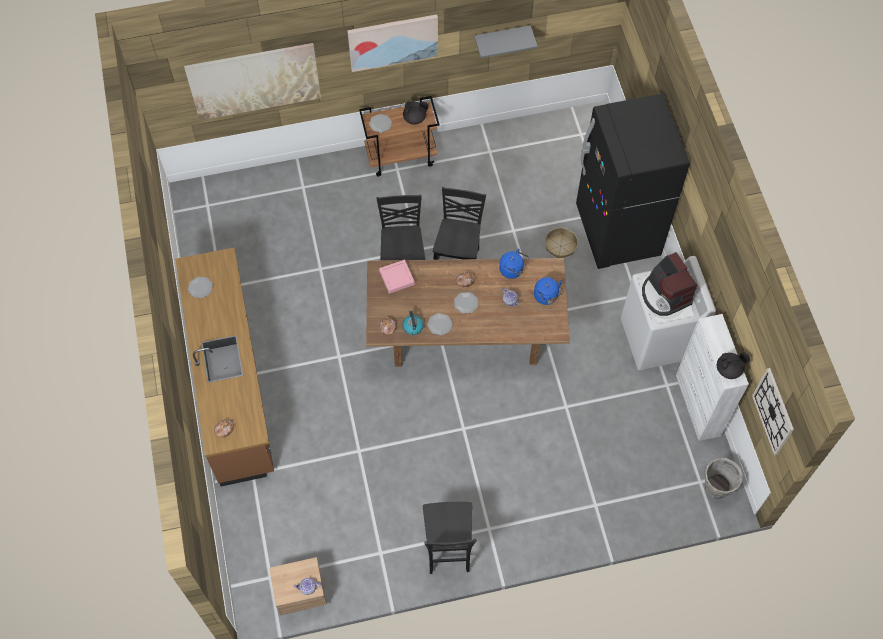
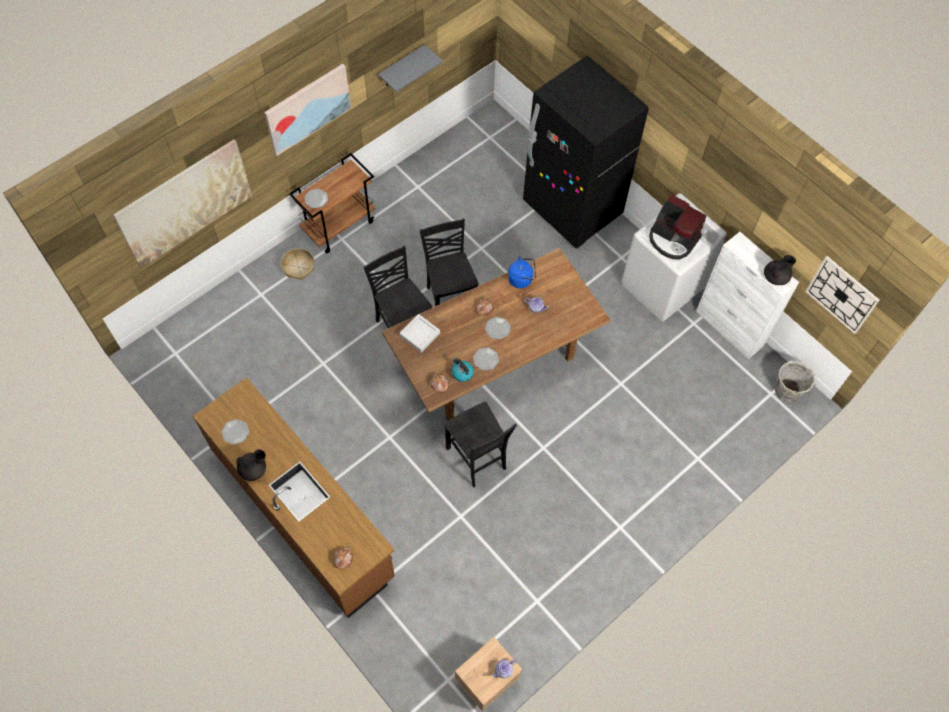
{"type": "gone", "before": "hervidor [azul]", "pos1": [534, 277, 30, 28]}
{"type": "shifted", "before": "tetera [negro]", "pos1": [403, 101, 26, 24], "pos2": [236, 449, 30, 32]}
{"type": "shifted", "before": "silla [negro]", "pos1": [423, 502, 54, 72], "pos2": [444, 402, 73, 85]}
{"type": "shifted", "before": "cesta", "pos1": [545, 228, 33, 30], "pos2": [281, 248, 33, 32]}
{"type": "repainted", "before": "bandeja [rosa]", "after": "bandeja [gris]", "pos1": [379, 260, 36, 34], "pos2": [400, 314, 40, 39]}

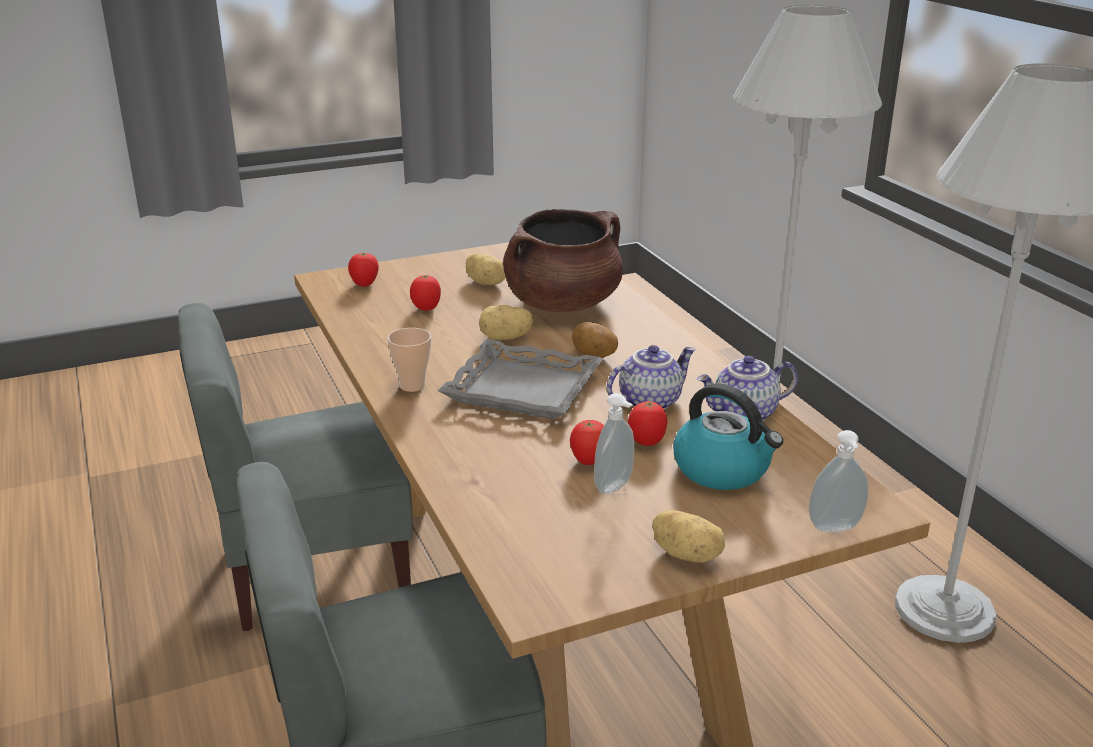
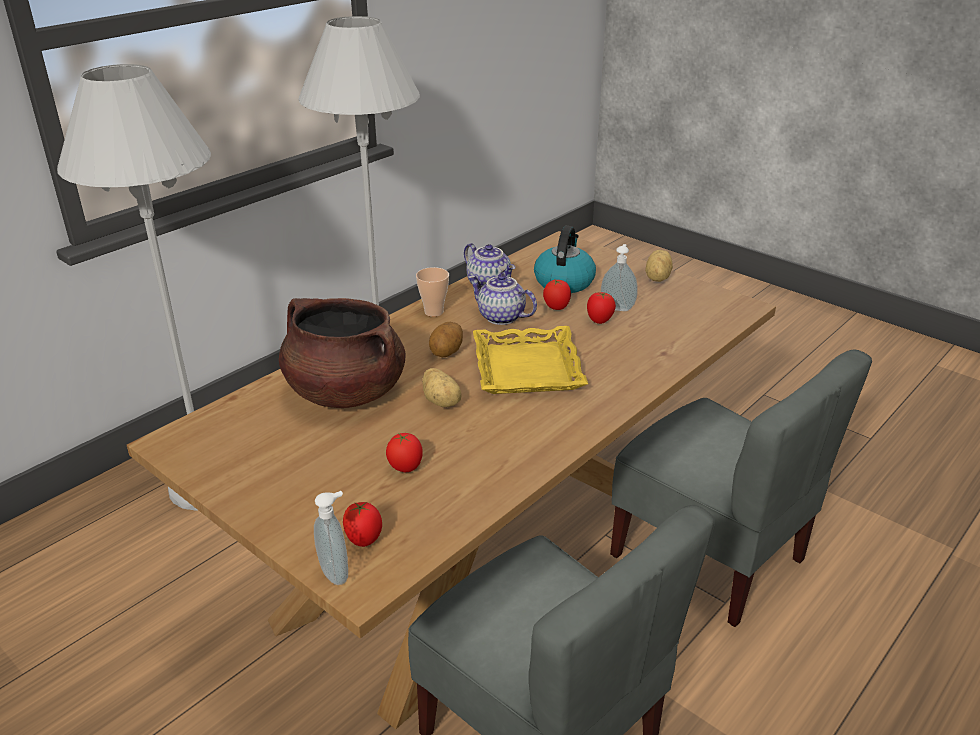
{"type": "gone", "before": "patata", "pos1": [466, 253, 40, 32]}
{"type": "shifted", "before": "taza", "pos1": [388, 328, 43, 64], "pos2": [416, 267, 33, 50]}
{"type": "shifted", "before": "dispensador de jabón", "pos1": [809, 430, 59, 102], "pos2": [314, 491, 34, 94]}
{"type": "repainted", "before": "bandeja [gris]", "after": "bandeja [amarillo]", "pos1": [438, 339, 165, 80], "pos2": [473, 326, 115, 68]}

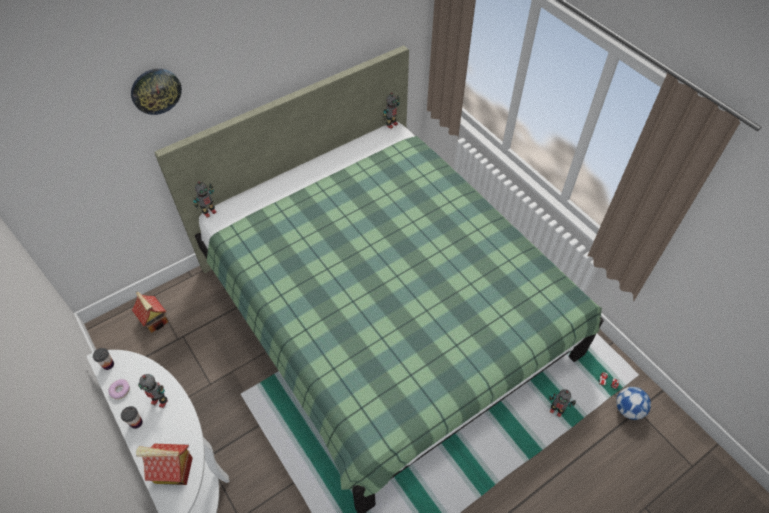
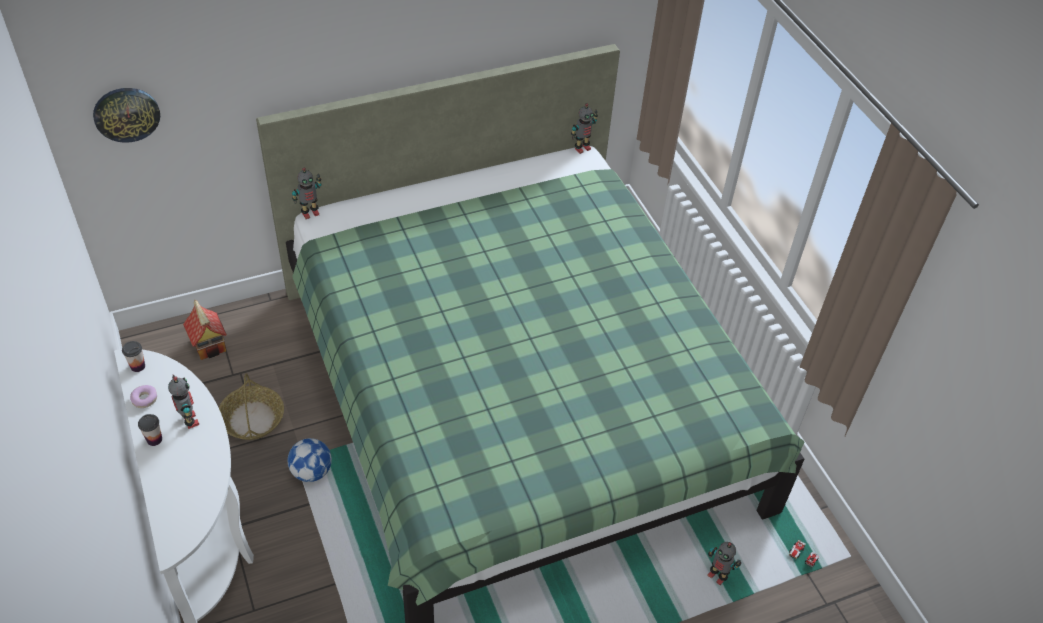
{"type": "gone", "before": "casita", "pos1": [136, 444, 57, 41]}
{"type": "new", "after": "cesta", "pos2": [219, 373, 65, 67]}
{"type": "shifted", "before": "reloj de pared", "pos1": [131, 69, 51, 46], "pos2": [93, 88, 67, 55]}
{"type": "shifted", "before": "balón de fútbol", "pos1": [616, 387, 35, 33], "pos2": [288, 438, 44, 44]}
{"type": "rotated", "before": "robot de juguete", "pos1": [138, 374, 30, 34], "pos2": [168, 375, 31, 54], "turn": -150}

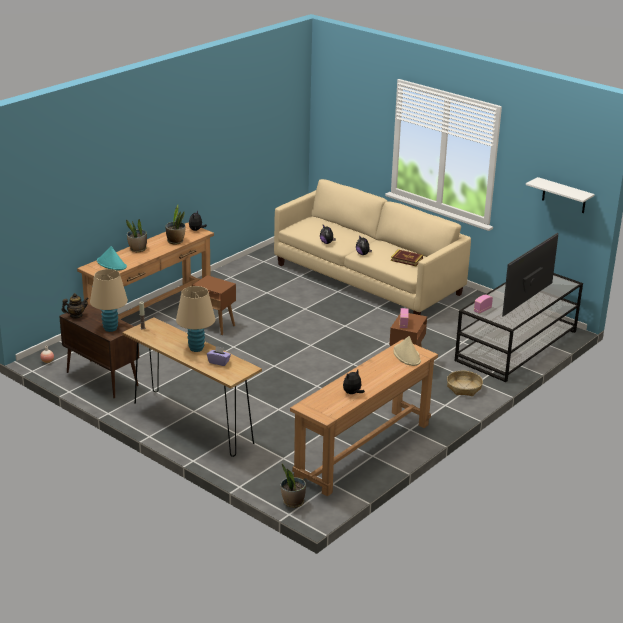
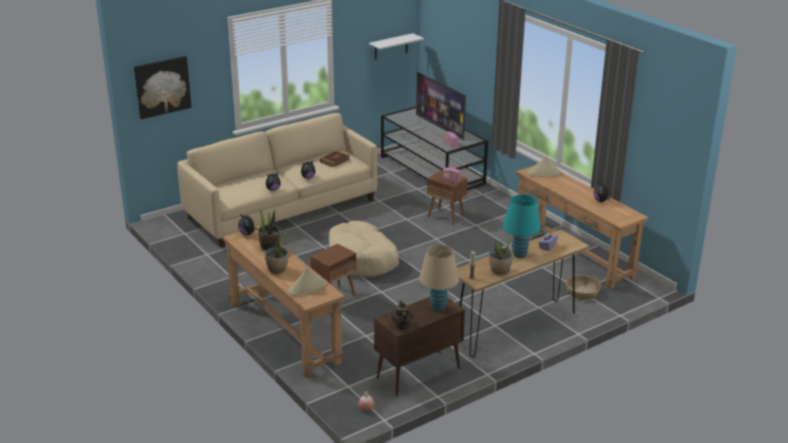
{"type": "new", "after": "cuadro", "pos2": [134, 56, 58, 63]}
{"type": "new", "after": "cama para perro [beis]", "pos2": [329, 221, 70, 56]}
{"type": "shifted", "before": "planta en maceta", "pos1": [281, 464, 25, 44], "pos2": [489, 239, 23, 36]}
{"type": "shifted", "before": "cesta", "pos1": [447, 371, 36, 25], "pos2": [566, 275, 35, 25]}
{"type": "repainted", "before": "sombrero [turquesa]", "after": "sombrero [beis]", "pos1": [97, 246, 30, 25], "pos2": [288, 268, 38, 28]}
{"type": "repainted", "before": "lámpara de mesa [beis]", "after": "lámpara de mesa [turquesa]", "pos1": [176, 286, 39, 66], "pos2": [503, 195, 38, 63]}

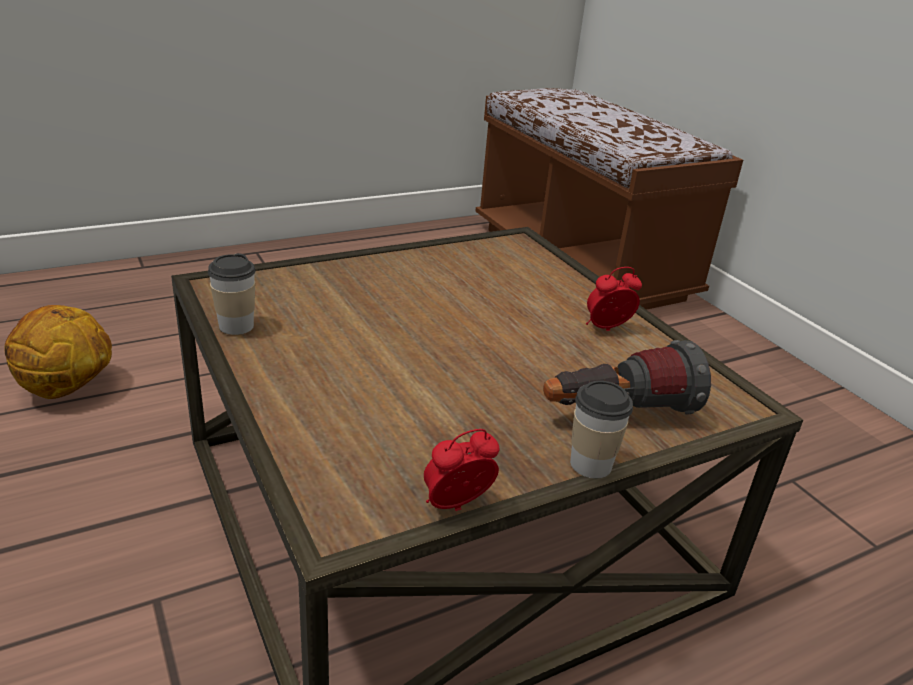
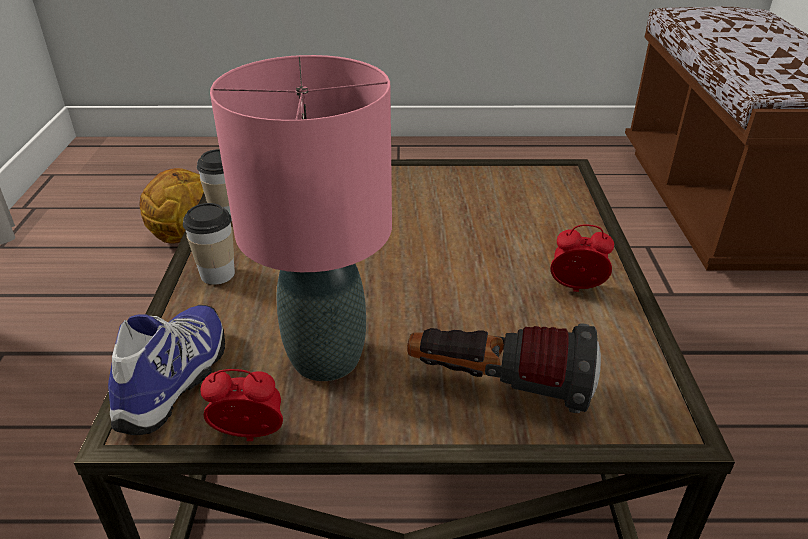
{"type": "new", "after": "zapato", "pos2": [108, 305, 117, 130]}
{"type": "new", "after": "lámpara de mesa [rosa]", "pos2": [210, 55, 182, 326]}
{"type": "shifted", "before": "taza", "pos1": [570, 381, 63, 97], "pos2": [183, 203, 52, 82]}

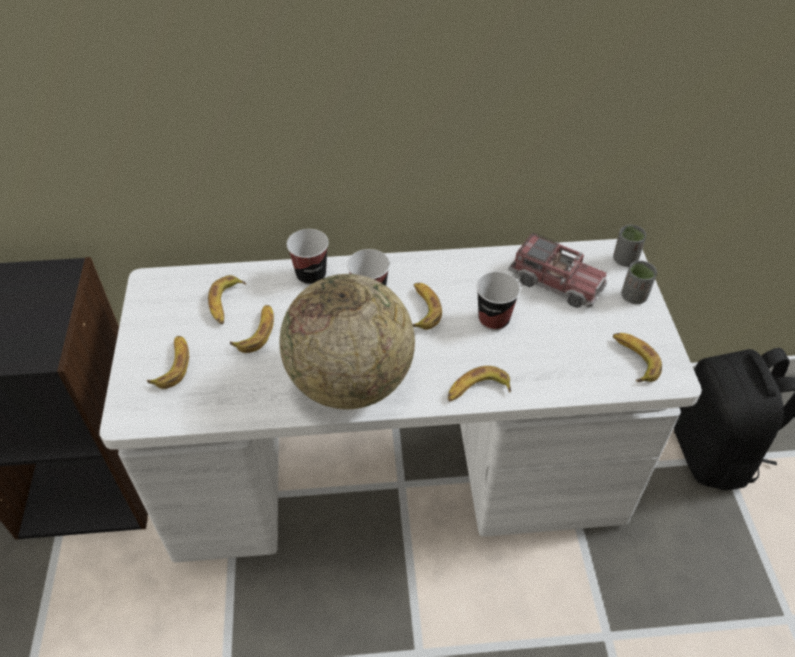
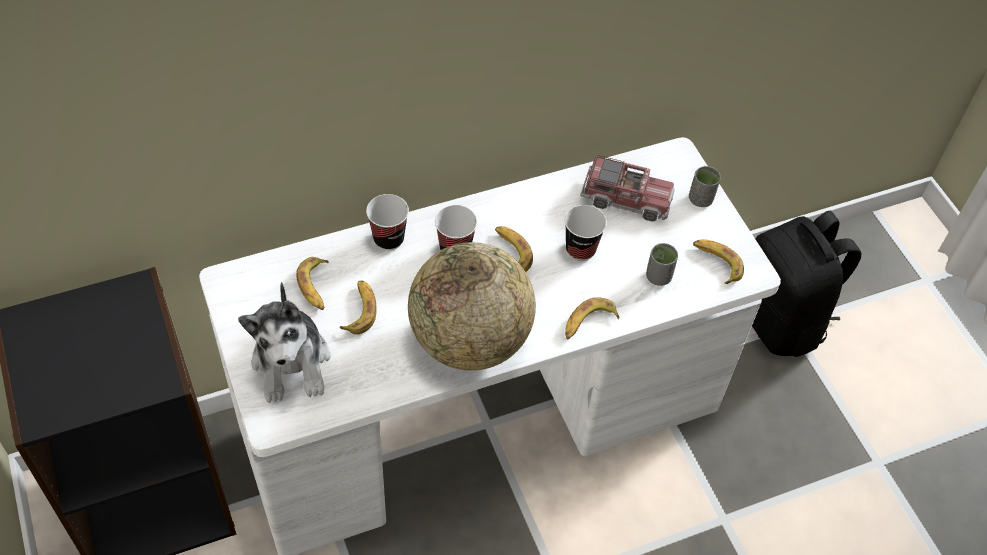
{"type": "shifted", "before": "taza [gris]", "pos1": [613, 225, 33, 42], "pos2": [646, 243, 32, 43]}
{"type": "swapped", "before": "plátano", "after": "peluche", "pos1": [147, 336, 42, 53], "pos2": [238, 282, 93, 121]}

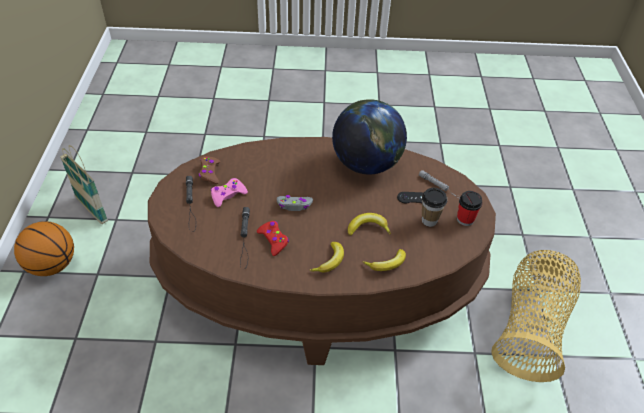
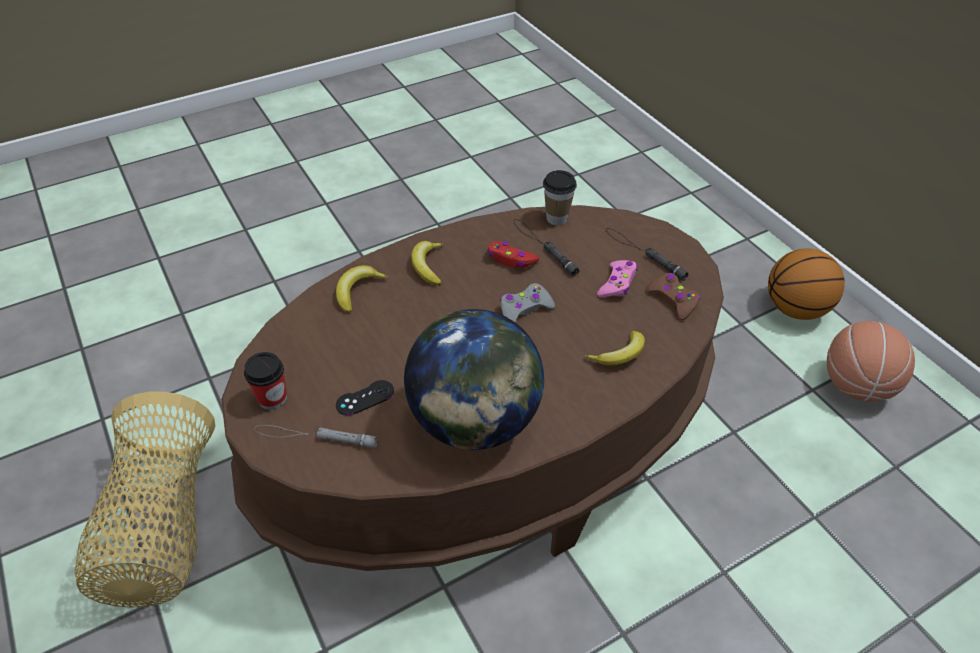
{"type": "shifted", "before": "plátano", "pos1": [348, 213, 43, 23], "pos2": [585, 331, 60, 35]}
{"type": "shifted", "before": "taza", "pos1": [422, 188, 25, 39], "pos2": [543, 170, 34, 55]}
{"type": "swapped", "before": "cesta", "after": "balón de baloncesto", "pos1": [60, 145, 48, 79], "pos2": [827, 321, 88, 81]}

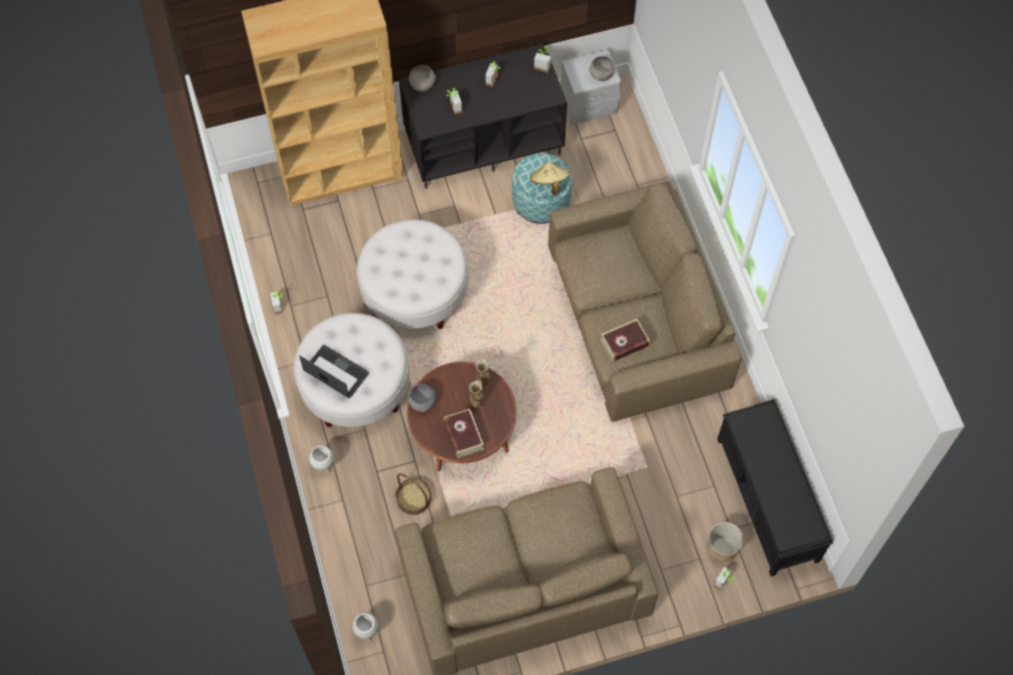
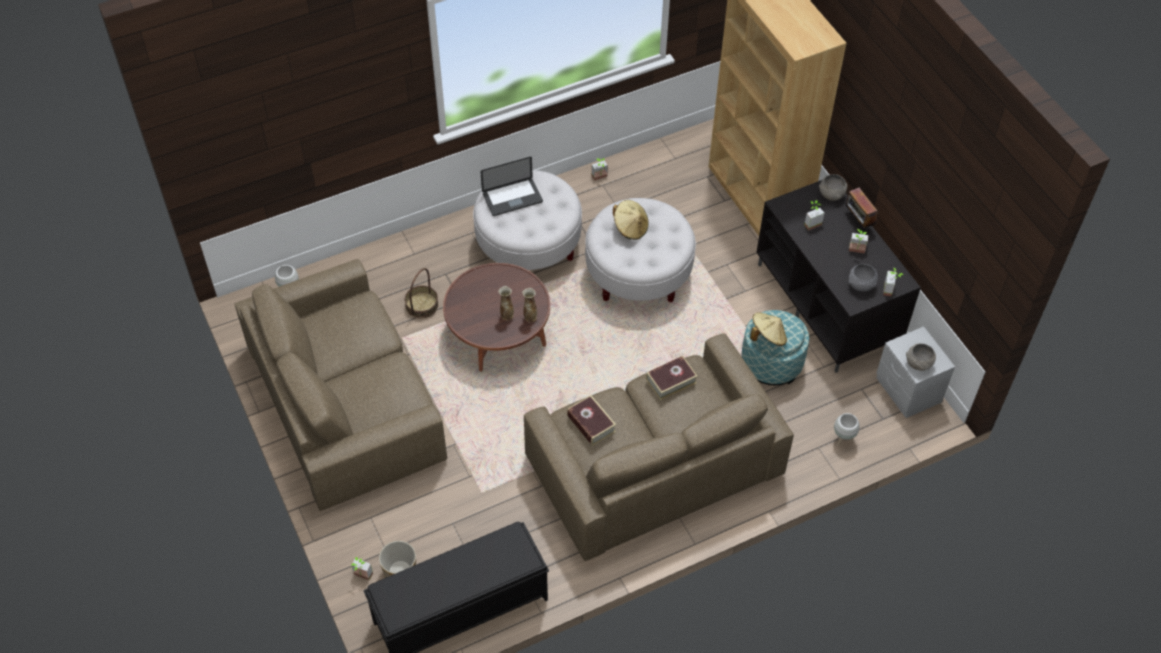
{"type": "new", "after": "sombrero [beis]", "pos2": [613, 200, 36, 40]}
{"type": "new", "after": "radio", "pos2": [846, 188, 32, 43]}
{"type": "shifted", "before": "maceta [blanco]", "pos1": [309, 445, 25, 29], "pos2": [834, 413, 26, 33]}
{"type": "shifted", "before": "cuenco [gris]", "pos1": [408, 383, 28, 29], "pos2": [848, 264, 30, 28]}
{"type": "shifted", "before": "libro", "pos1": [443, 409, 41, 49], "pos2": [646, 356, 52, 44]}
{"type": "rotated", "before": "portátil", "pos1": [299, 345, 70, 53], "pos2": [481, 157, 62, 59], "turn": 45}

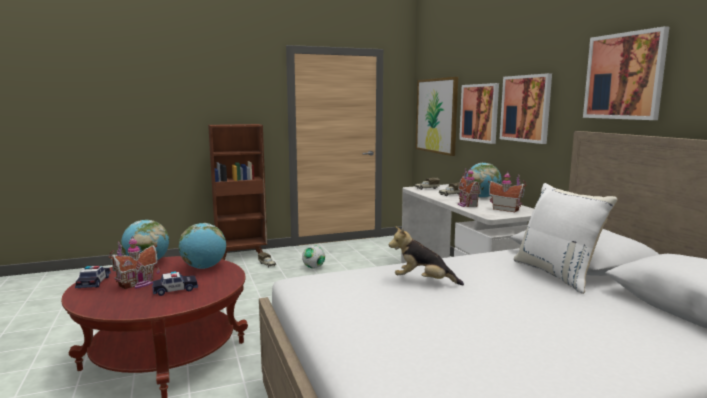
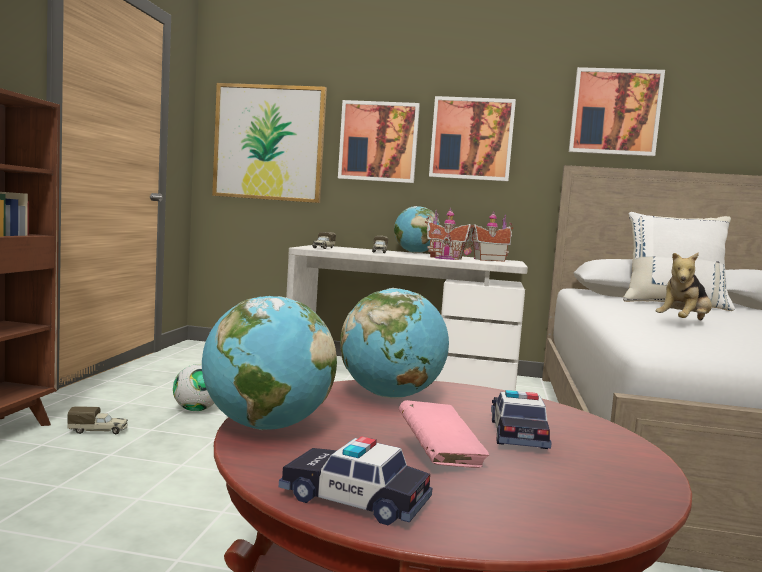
{"type": "swapped", "before": "casita", "after": "libro [rosa]", "pos1": [109, 236, 52, 53], "pos2": [399, 400, 90, 68]}

